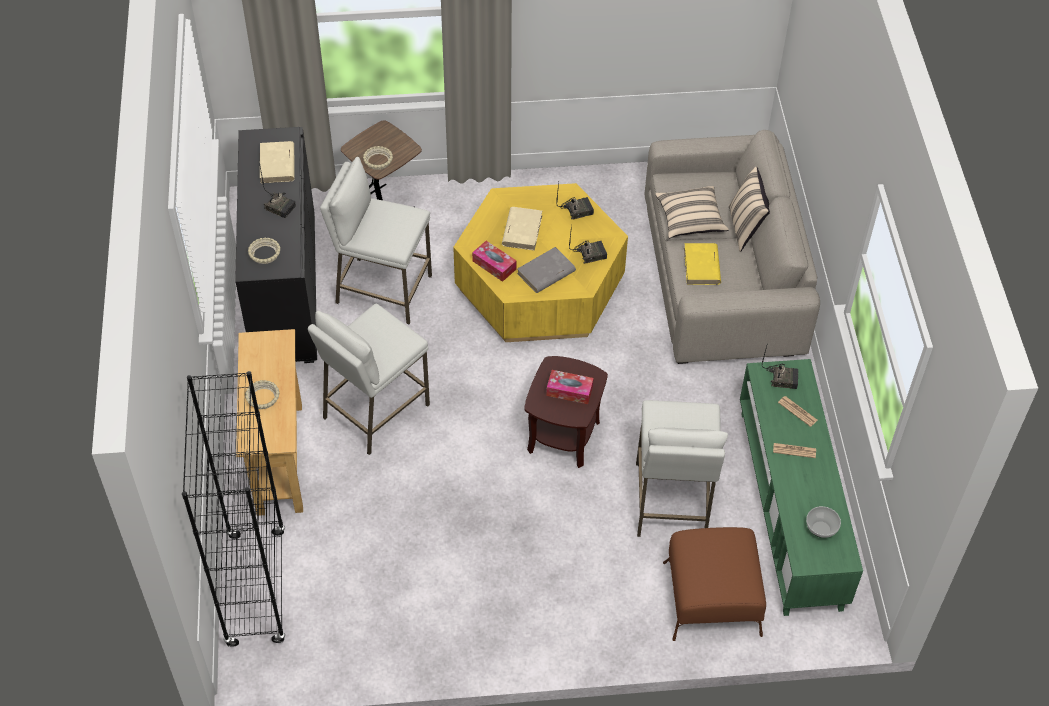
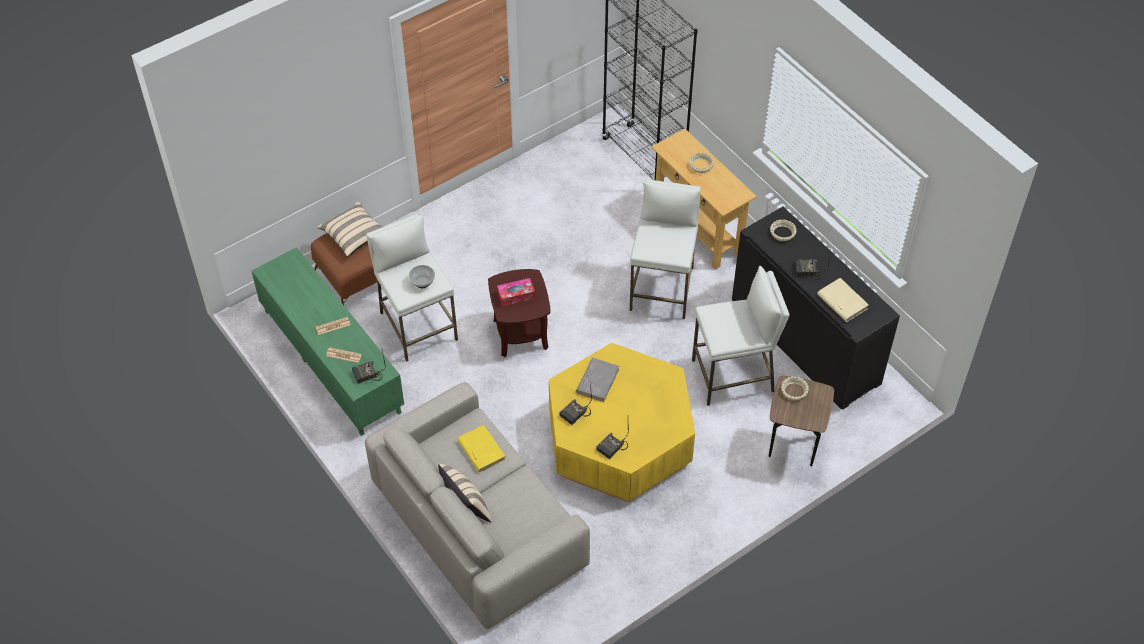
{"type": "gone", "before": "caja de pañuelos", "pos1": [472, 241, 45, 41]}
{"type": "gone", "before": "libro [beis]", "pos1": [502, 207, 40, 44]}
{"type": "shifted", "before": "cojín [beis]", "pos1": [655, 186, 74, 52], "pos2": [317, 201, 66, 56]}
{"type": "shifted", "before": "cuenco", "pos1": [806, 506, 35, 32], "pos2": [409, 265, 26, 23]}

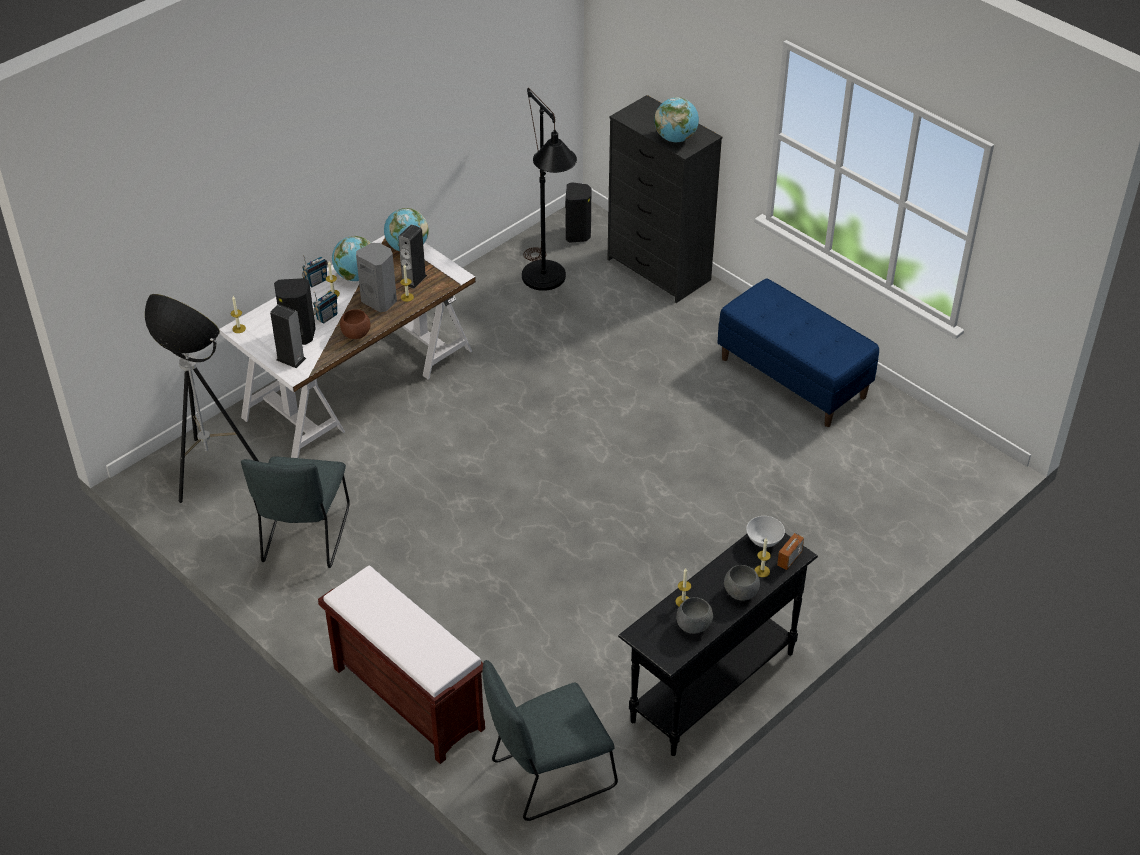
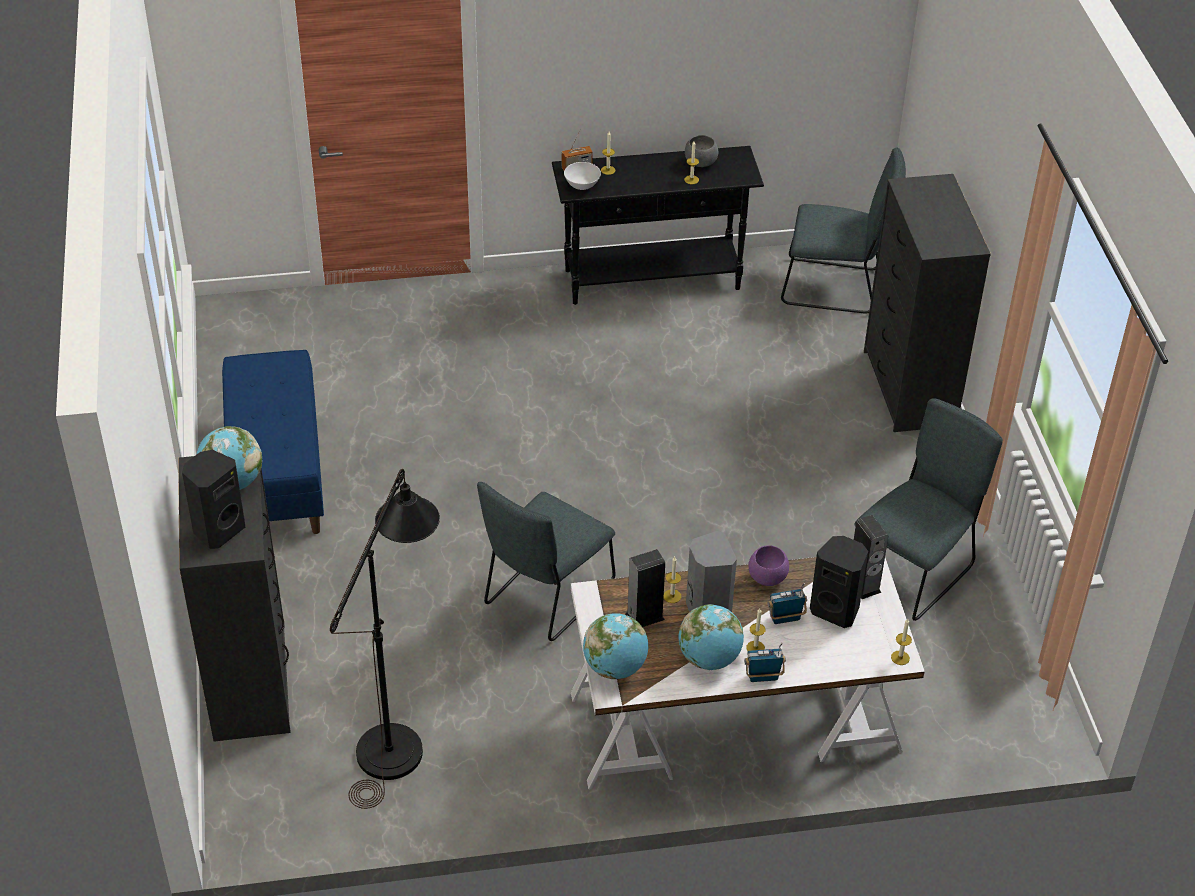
{"type": "gone", "before": "lámpara de pie", "pos1": [145, 294, 114, 209]}
{"type": "gone", "before": "cuenco [gris]", "pos1": [724, 565, 36, 36]}
{"type": "new", "after": "silla [gris]", "pos2": [477, 482, 139, 159]}
{"type": "shifted", "before": "altavoz [negro]", "pos1": [565, 182, 26, 61], "pos2": [182, 450, 63, 99]}
{"type": "swapped", "before": "banco [marrón]", "after": "cómoda [negro]", "pos1": [318, 566, 167, 198], "pos2": [864, 174, 127, 258]}
{"type": "repainted", "before": "cuenco [marrón]", "after": "cuenco [morado]", "pos1": [340, 309, 30, 30], "pos2": [748, 545, 41, 41]}

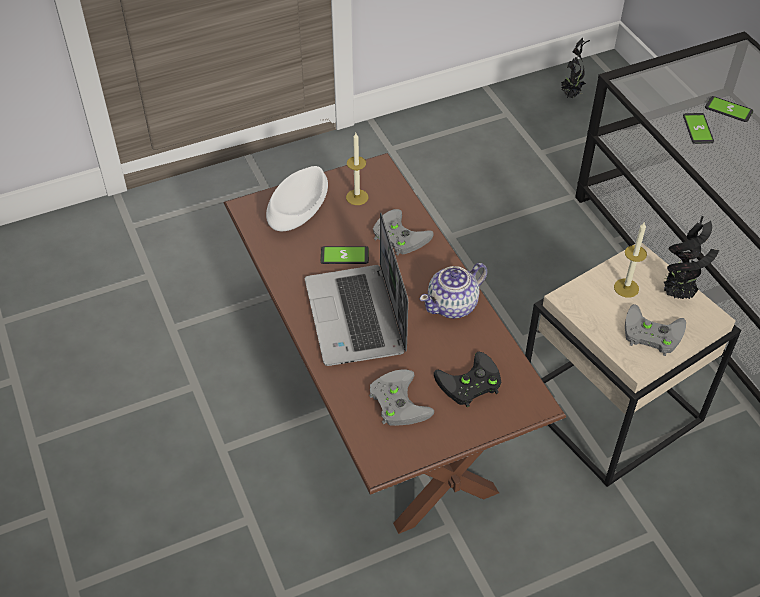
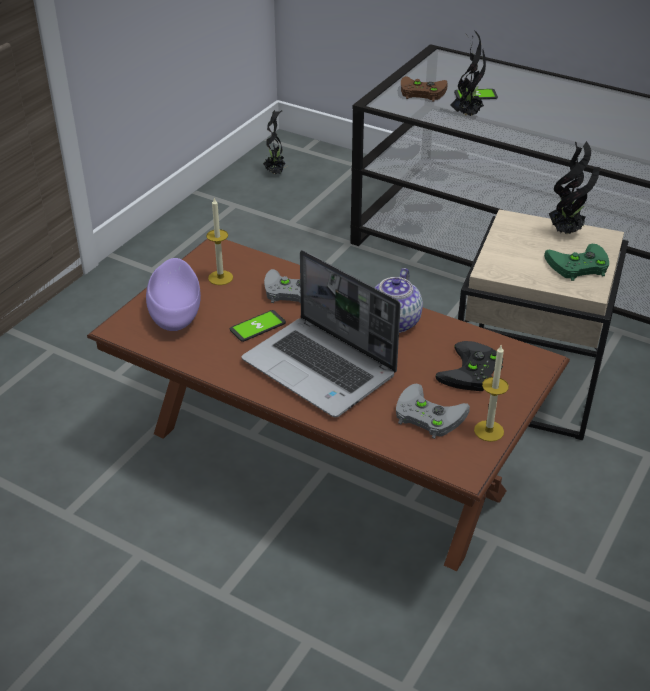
{"type": "new", "after": "mando de consola [marrón]", "pos2": [401, 76, 46, 26]}
{"type": "shifted", "before": "vela", "pos1": [614, 223, 33, 75], "pos2": [474, 345, 35, 97]}
{"type": "swapped", "before": "móvil", "after": "planta en maceta", "pos1": [683, 113, 31, 31], "pos2": [451, 30, 35, 86]}
{"type": "repainted", "before": "cuenco [blanco]", "after": "cuenco [morado]", "pos1": [266, 166, 62, 65], "pos2": [146, 258, 55, 73]}
{"type": "repainted", "before": "mando de consola [gris]", "after": "mando de consola [verde]", "pos1": [625, 304, 61, 52], "pos2": [544, 244, 65, 37]}

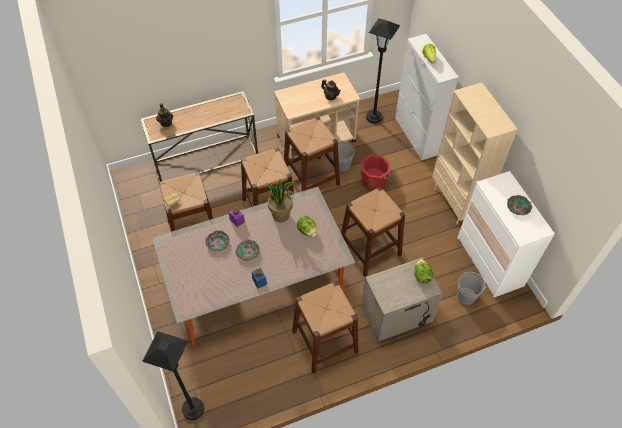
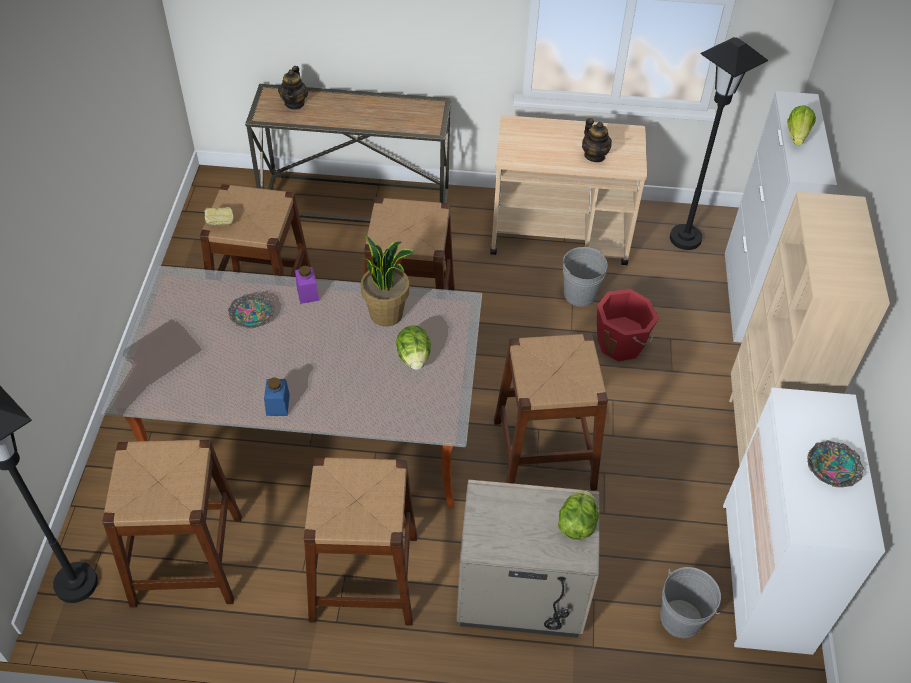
{"type": "gone", "before": "cuenco", "pos1": [235, 240, 25, 21]}
{"type": "shifted", "before": "taburete [marrón]", "pos1": [284, 117, 56, 75], "pos2": [102, 440, 140, 168]}

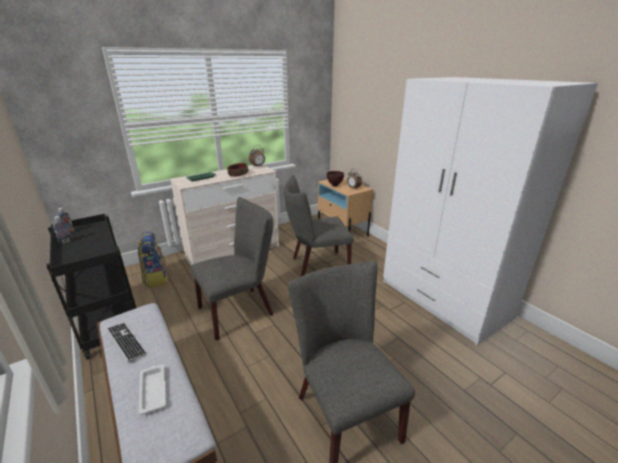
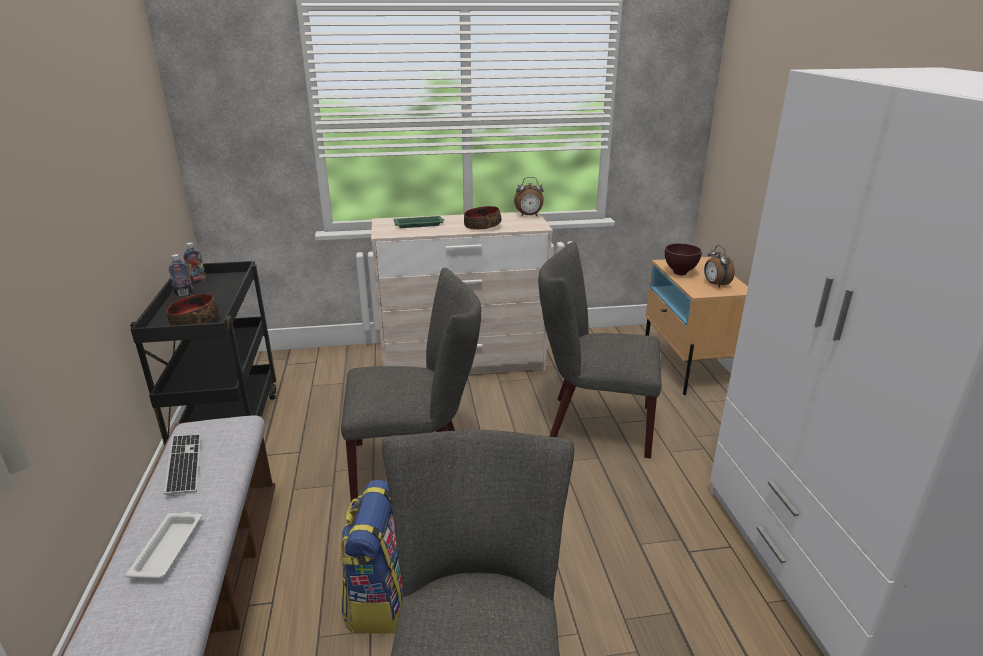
{"type": "new", "after": "cuenco", "pos2": [166, 294, 53, 31]}
{"type": "shifted", "before": "mochila", "pos1": [138, 232, 29, 56], "pos2": [340, 480, 63, 154]}

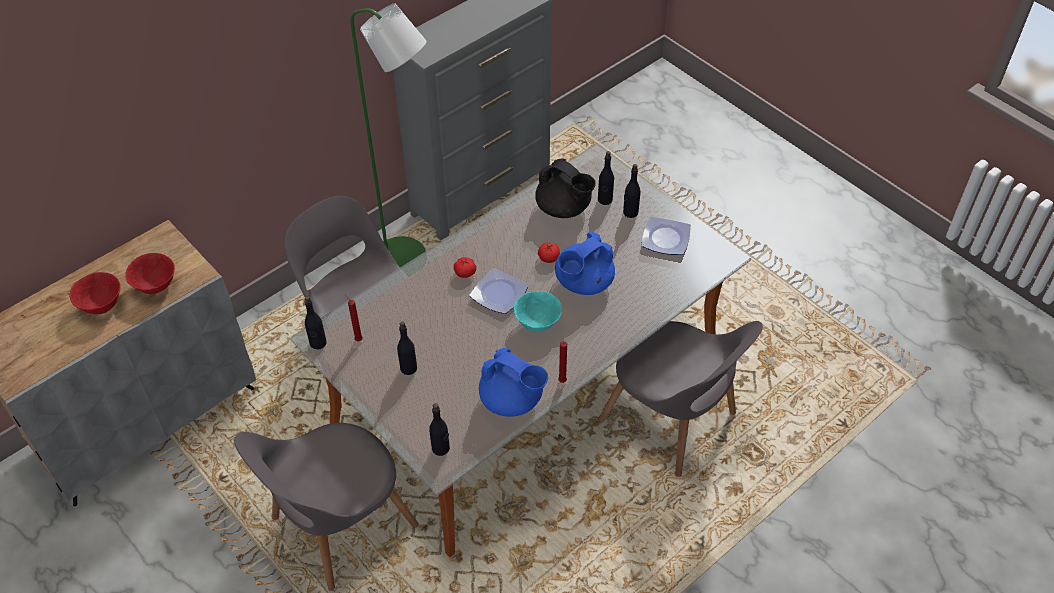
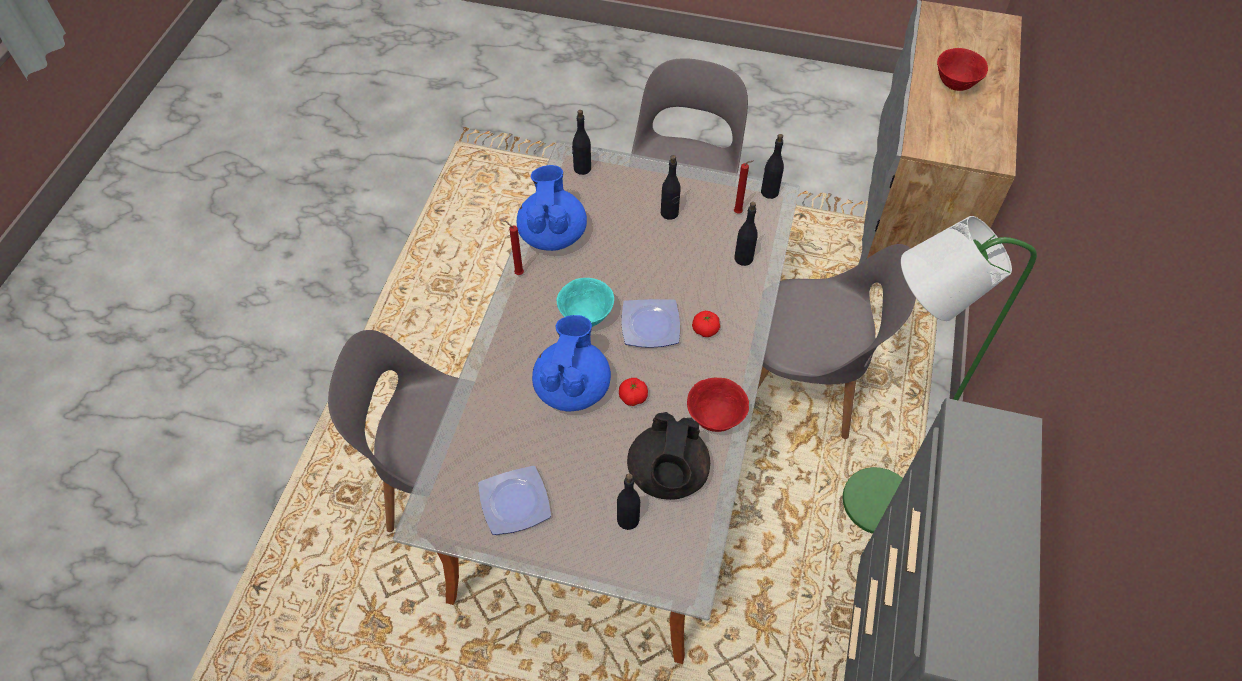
{"type": "shifted", "before": "cuenco [rojo]", "pos1": [125, 253, 50, 41], "pos2": [687, 378, 62, 54]}
{"type": "shifted", "before": "botella [negro]", "pos1": [623, 164, 18, 54], "pos2": [734, 202, 24, 64]}
{"type": "rotated", "before": "tetera [azul]", "pos1": [479, 348, 69, 69], "pos2": [517, 165, 70, 86], "turn": 90}
{"type": "rotated", "before": "tetera [negro]", "pos1": [535, 159, 61, 59], "pos2": [627, 412, 83, 88], "turn": -90}

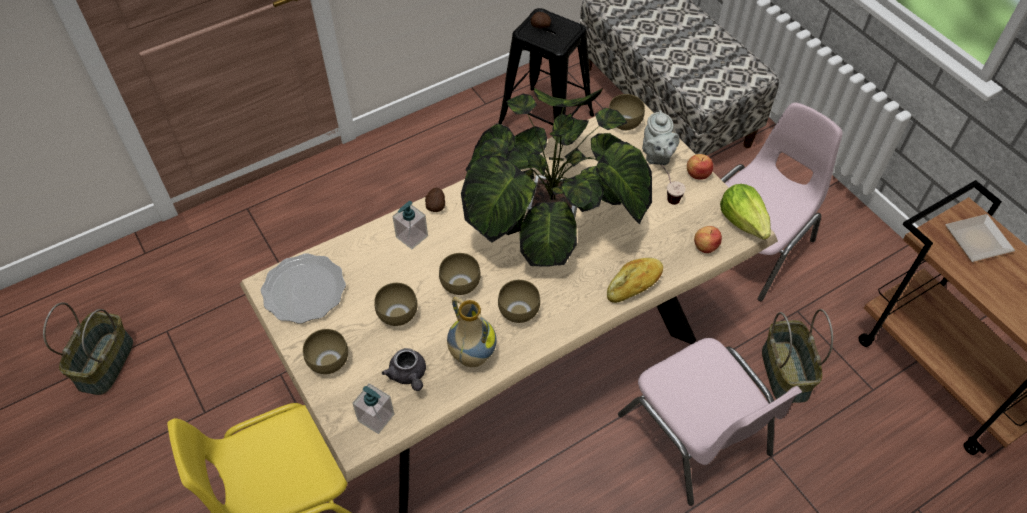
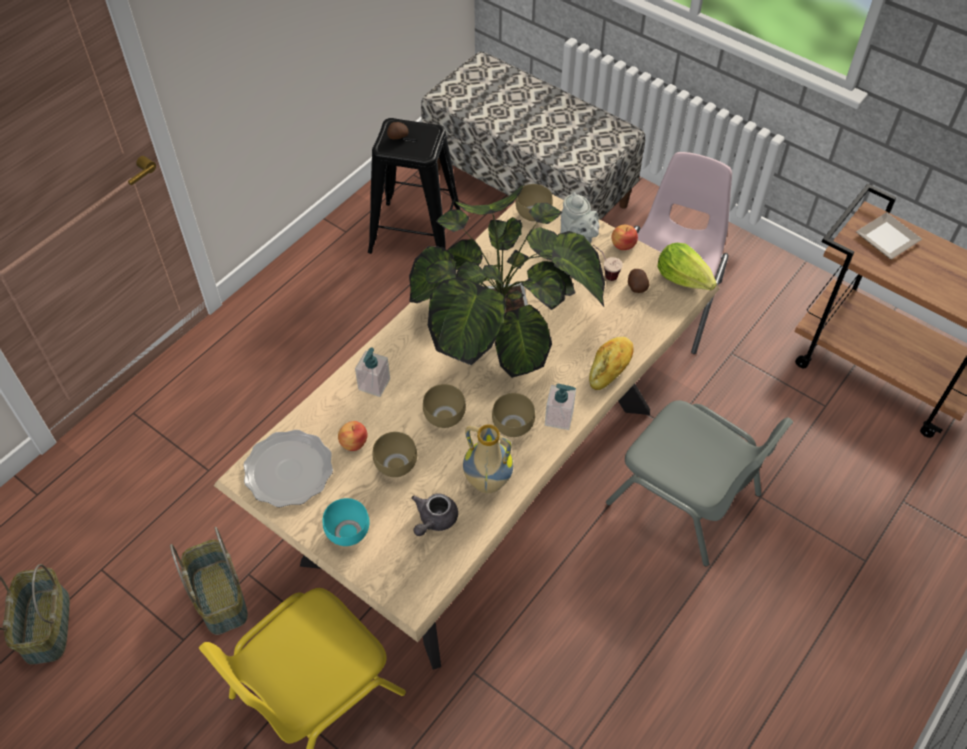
{"type": "shifted", "before": "dispensador de jabón", "pos1": [352, 383, 42, 51], "pos2": [545, 384, 31, 46]}
{"type": "shifted", "before": "patata", "pos1": [425, 188, 20, 24], "pos2": [628, 269, 22, 24]}
{"type": "shifted", "before": "manzana", "pos1": [694, 226, 28, 27], "pos2": [338, 421, 30, 30]}
{"type": "shifted", "before": "cesta", "pos1": [762, 309, 71, 94], "pos2": [170, 527, 78, 108]}
{"type": "repainted", "before": "cuenco [marrón]", "after": "cuenco [turquesa]", "pos1": [303, 329, 45, 45], "pos2": [323, 498, 46, 48]}
{"type": "repainted", "before": "silla [rosa]", "after": "silla [gris]", "pos1": [618, 338, 184, 168], "pos2": [606, 400, 187, 167]}
{"type": "rotated", "before": "tetera [gris]", "pos1": [382, 348, 44, 43], "pos2": [411, 493, 47, 43], "turn": 75}

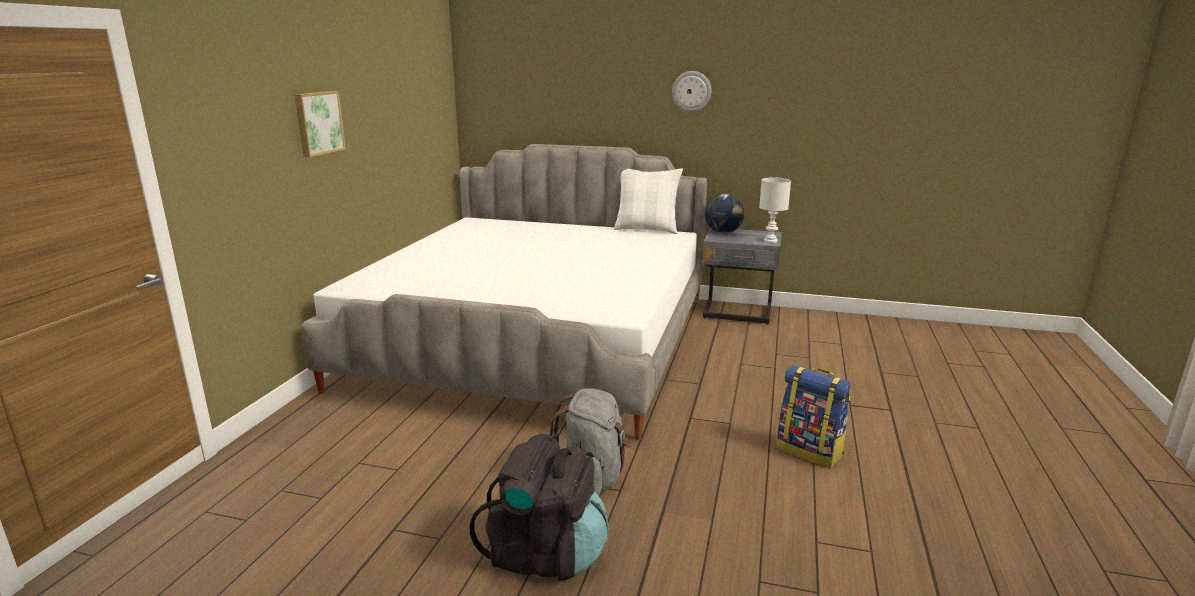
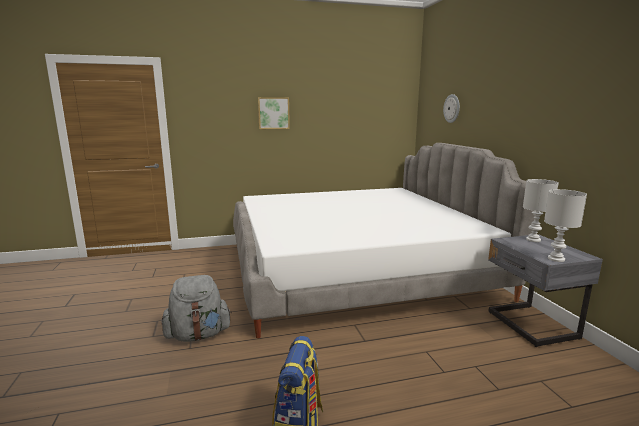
{"type": "gone", "before": "mochila [negro]", "pos1": [470, 434, 139, 147]}
{"type": "gone", "before": "cojín [blanco]", "pos1": [614, 168, 69, 66]}
{"type": "shifted", "before": "reloj de pared", "pos1": [672, 71, 39, 41], "pos2": [443, 94, 17, 29]}
{"type": "swapped", "before": "globo terráqueo", "after": "lámpara de mesa [blanco]", "pos1": [705, 194, 39, 39], "pos2": [523, 179, 35, 63]}

